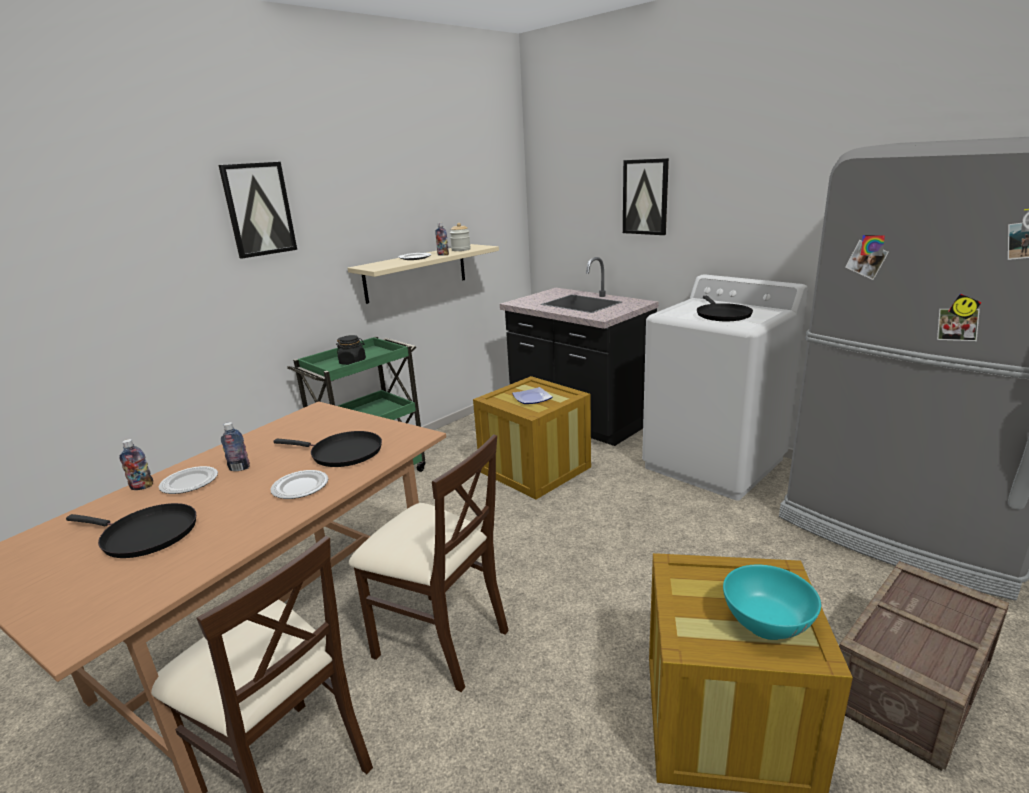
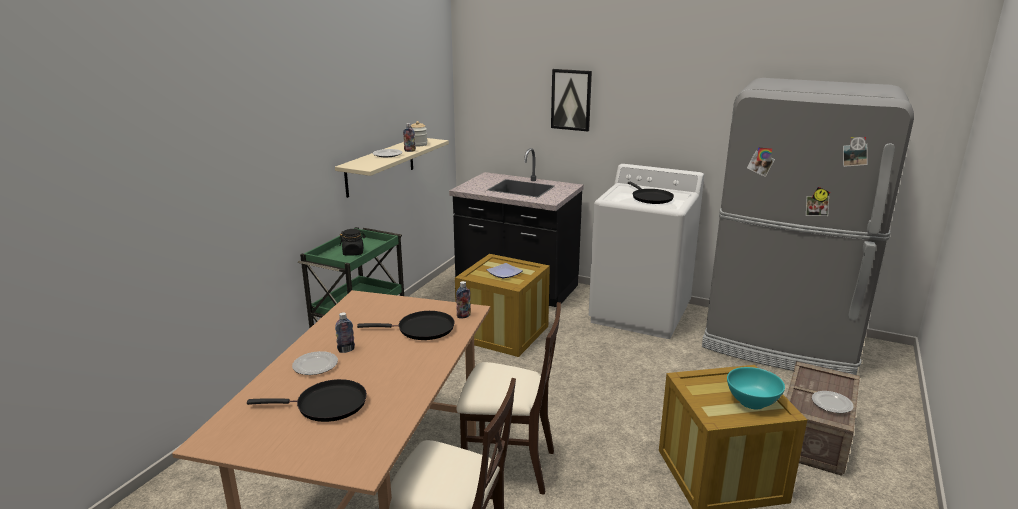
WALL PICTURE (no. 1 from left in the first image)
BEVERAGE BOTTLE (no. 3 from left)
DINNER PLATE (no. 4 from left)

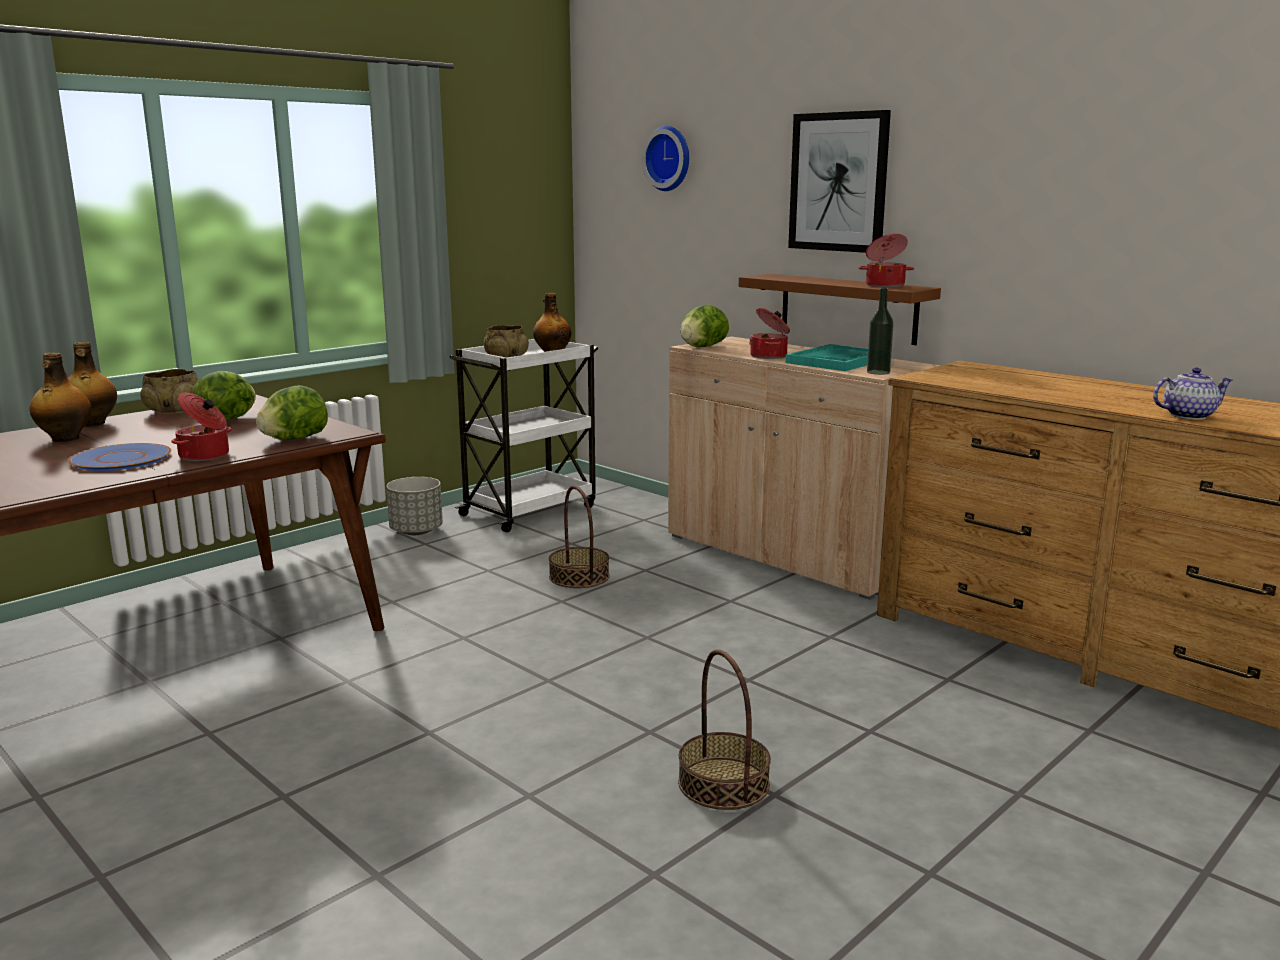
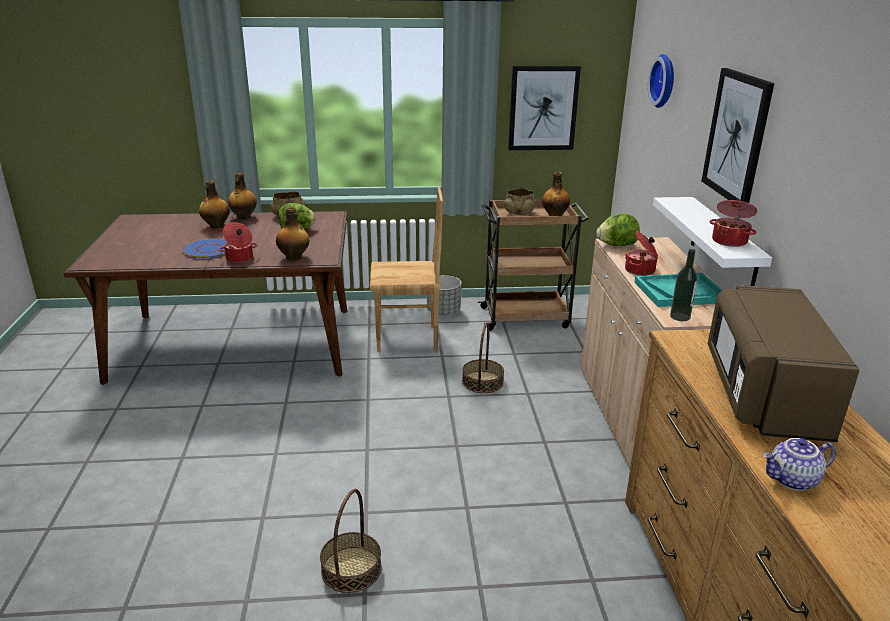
WHITISH WALL SHELF
BROWNISH TROLLEY
TEA POT
BEVERAGE BOTTLE (no. 3 from left)
WALL PICTURE (no. 1 from left)
BROWNISH CHAIR
BROWNISH MICROWAVE

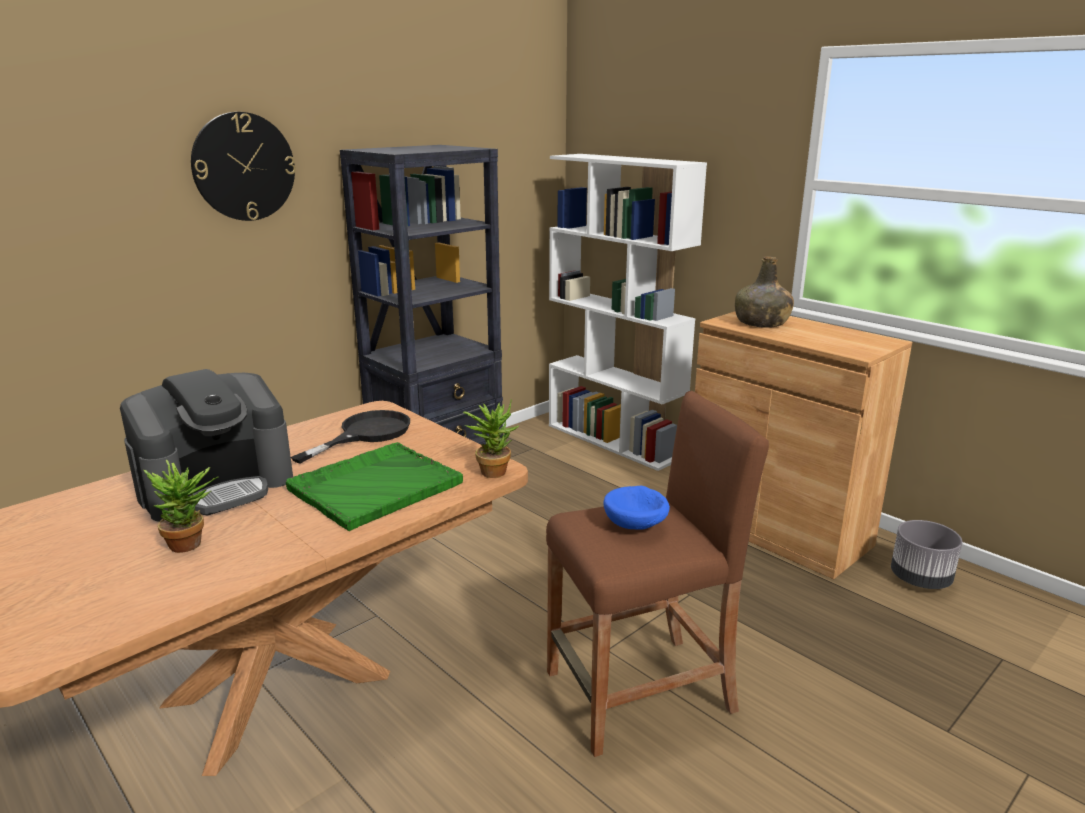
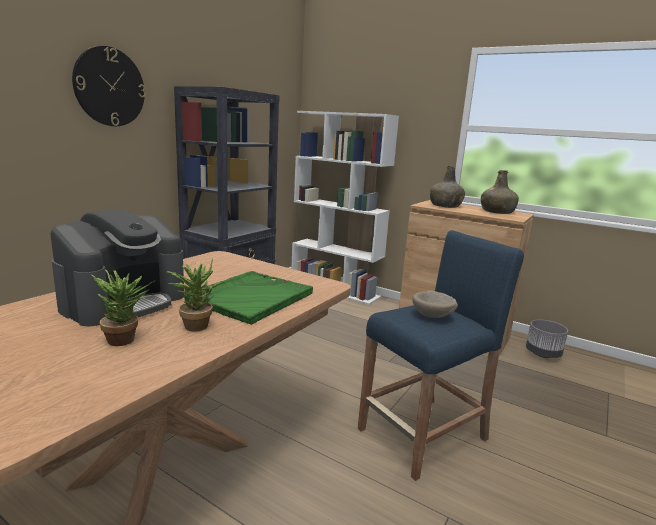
BLUE SITTING STOOL
HOUSEPLANT (no. 2 from left)
BLACKISH FRYING PAN
BEIGE SERVING BOWL
GREENISH BEVERAGE BOTTLE (no. 2 from left)

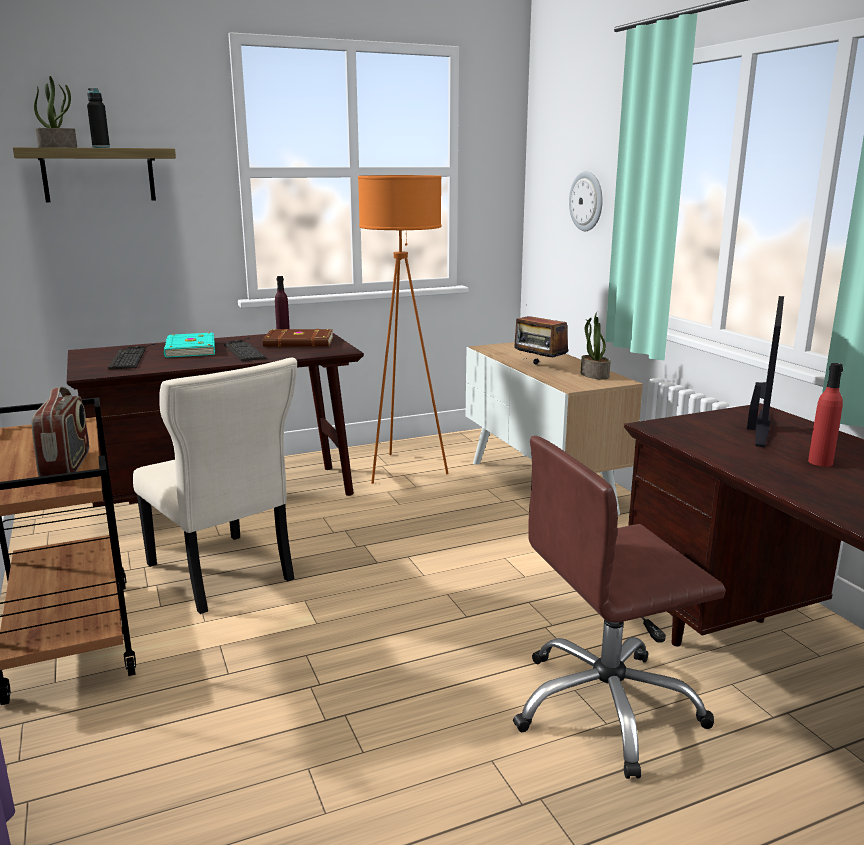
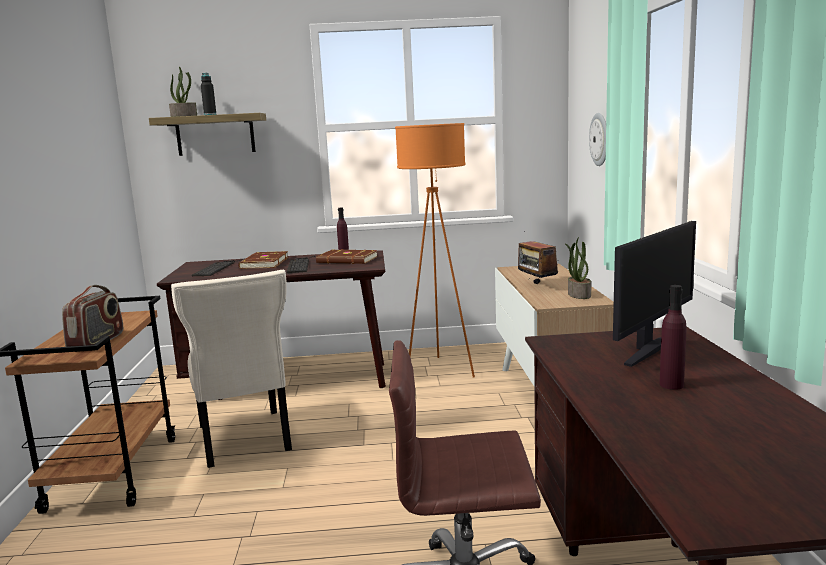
BROWNISH BOOK (no. 1 from left)
PURPLE BEVERAGE BOTTLE (no. 2 from left)

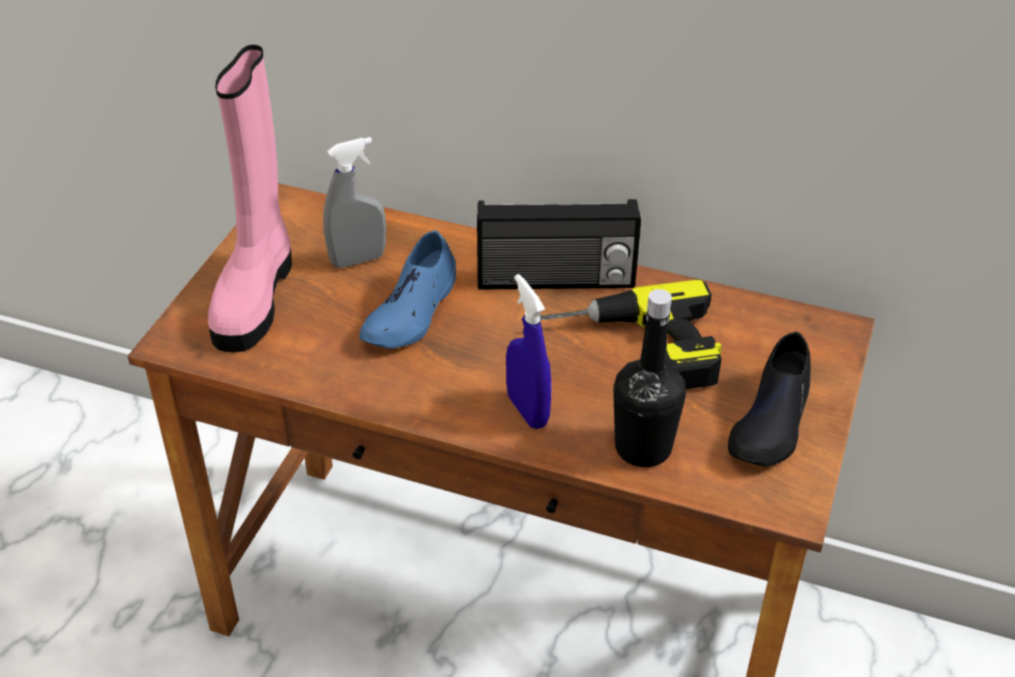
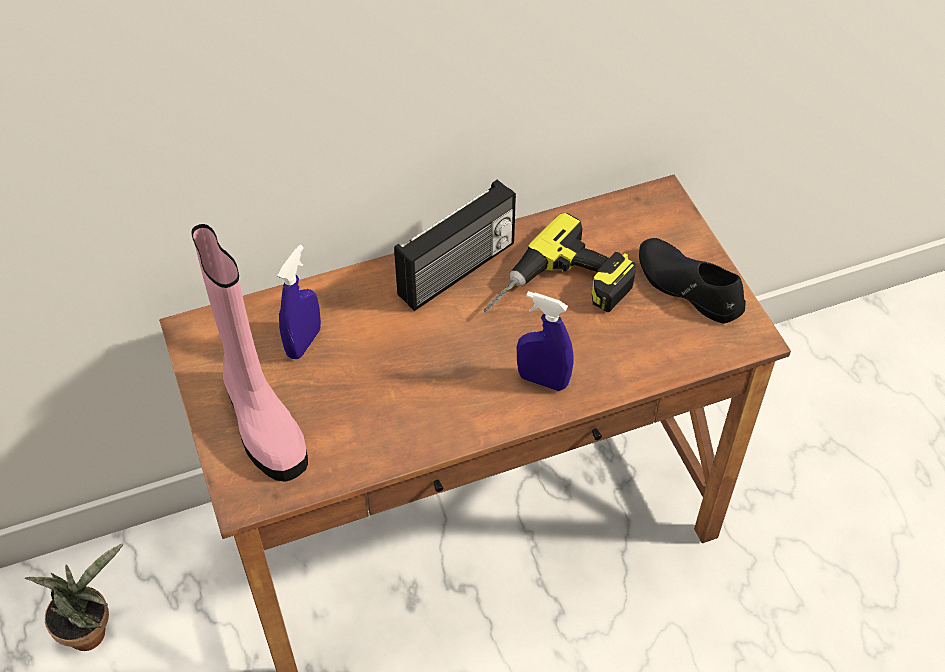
BLUE SPRAY BOTTLE (no. 1 from left)
BLUE SHOE
BLACKISH BEVERAGE BOTTLE
BLACKISH SHOE
HOUSEPLANT

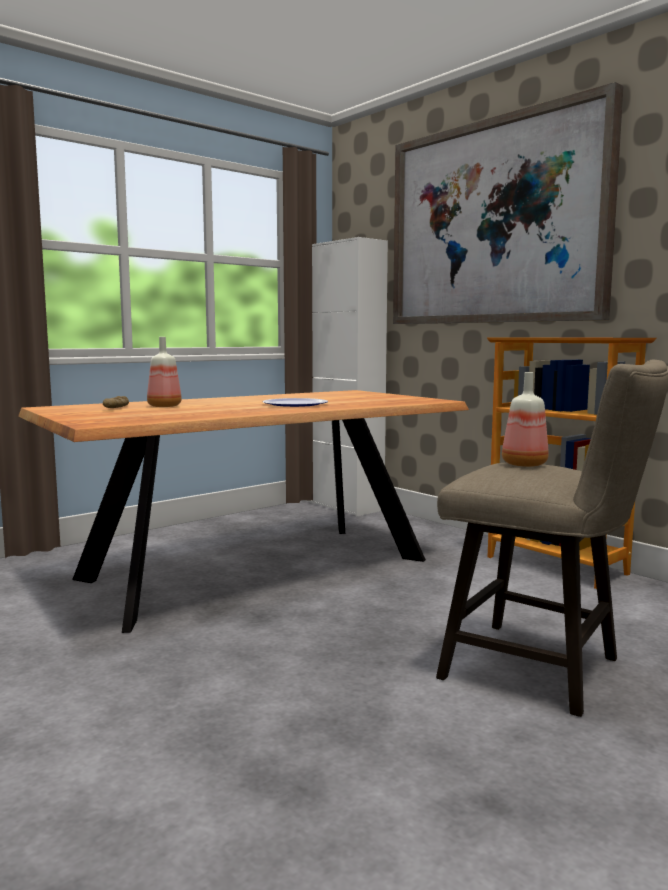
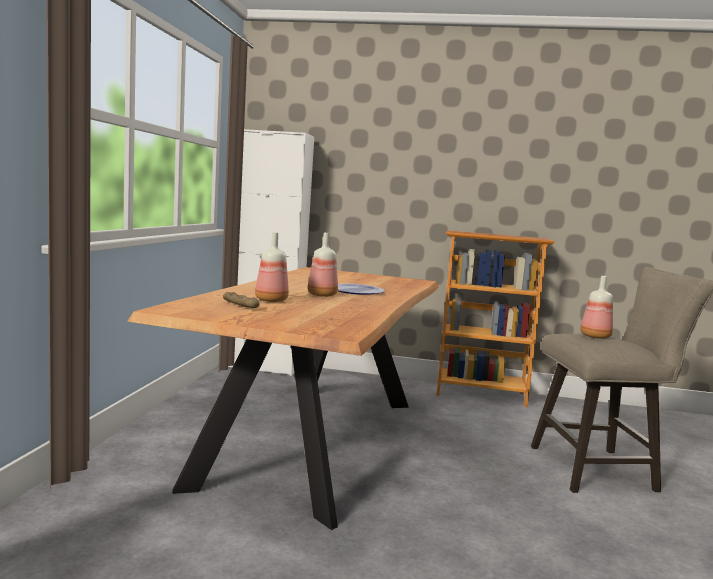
WALL PICTURE
BEVERAGE BOTTLE (no. 2 from left)

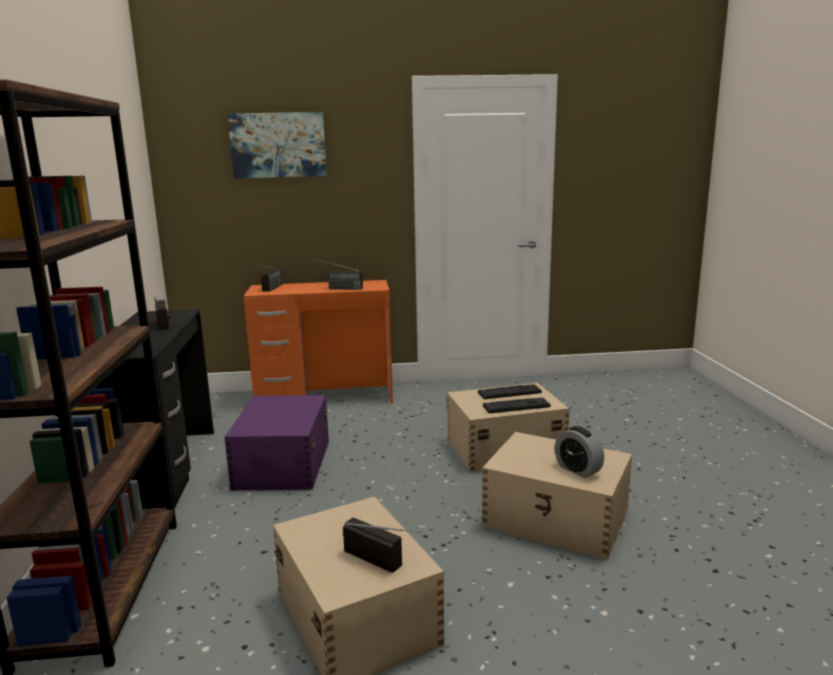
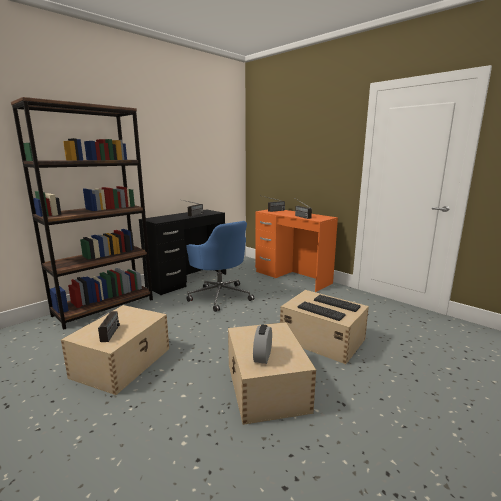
WALL PICTURE
BLUE DESK CHAIR

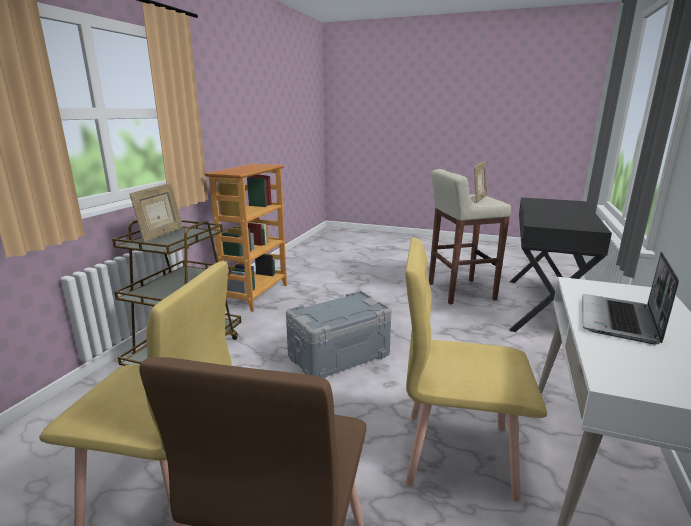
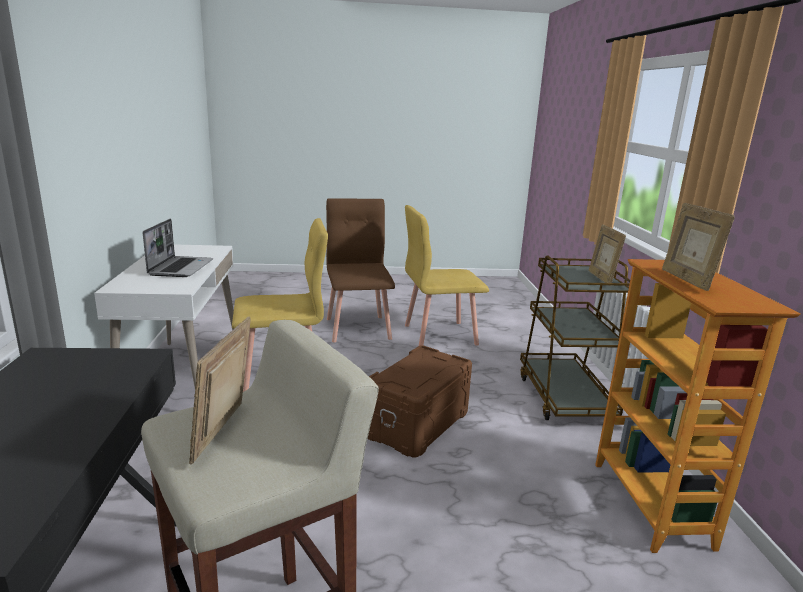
BROWNISH STORAGE BOX
PICTURE FRAME (no. 3 from left)

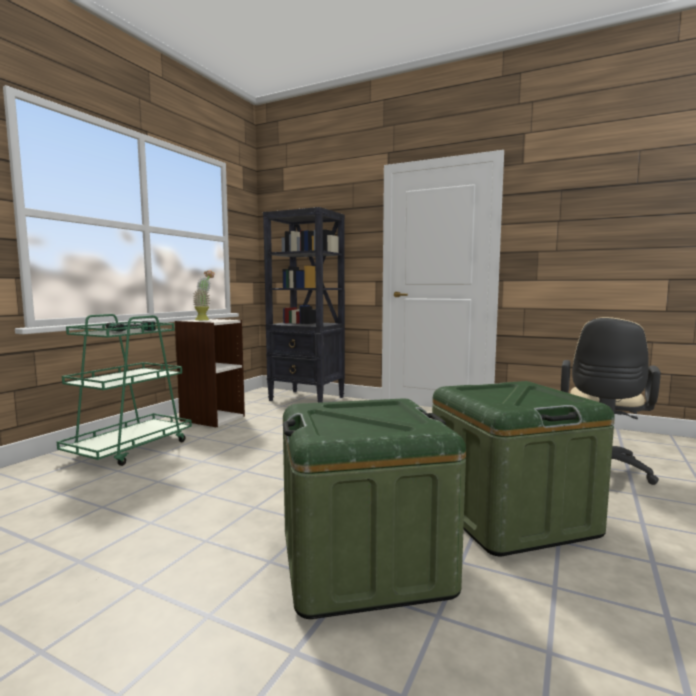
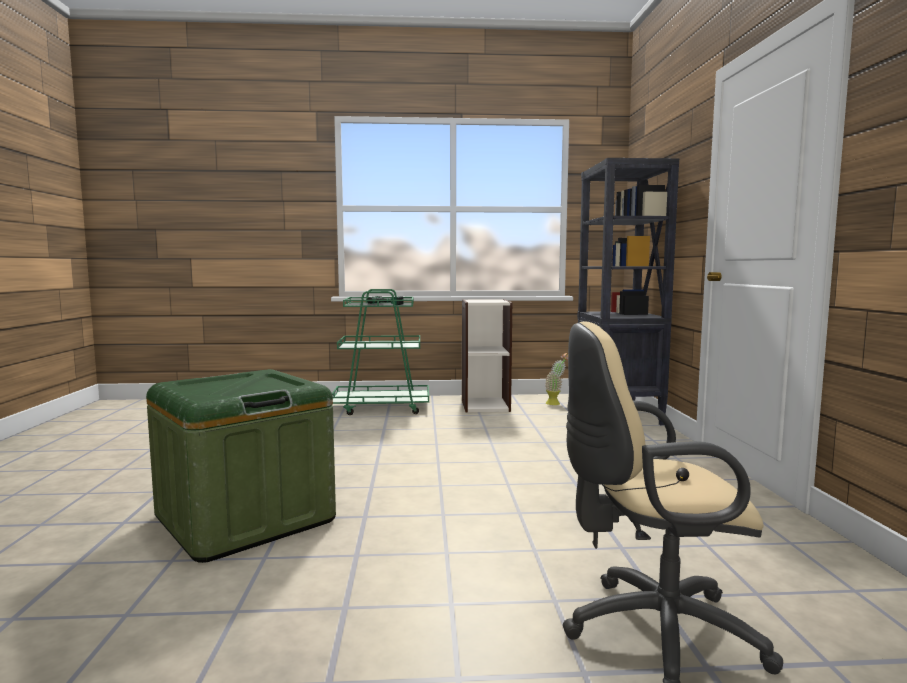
HOUSEPLANT
GREENISH STORAGE BOX (no. 2 from left in the first image)

